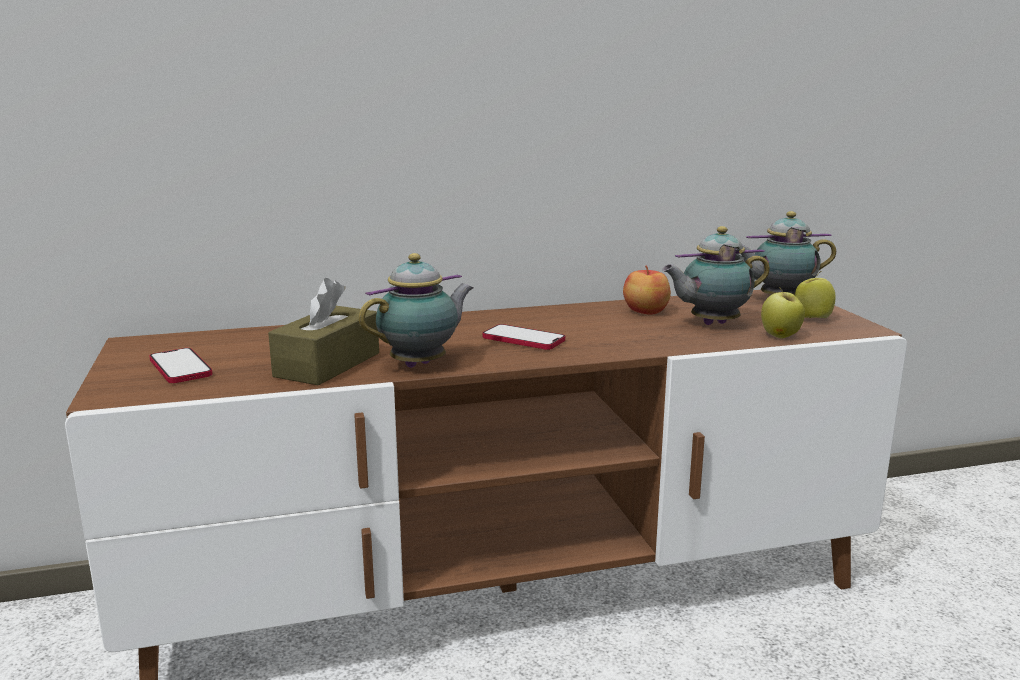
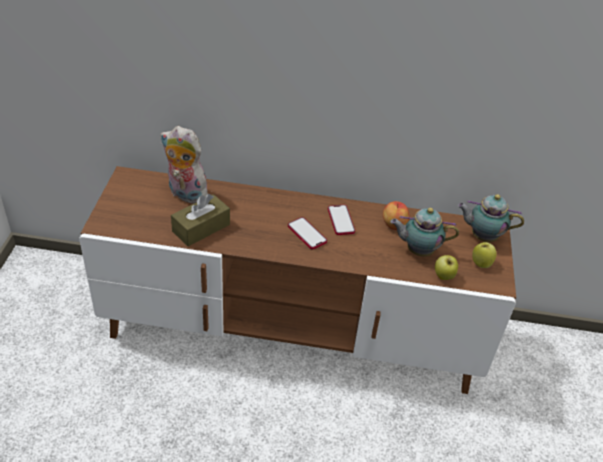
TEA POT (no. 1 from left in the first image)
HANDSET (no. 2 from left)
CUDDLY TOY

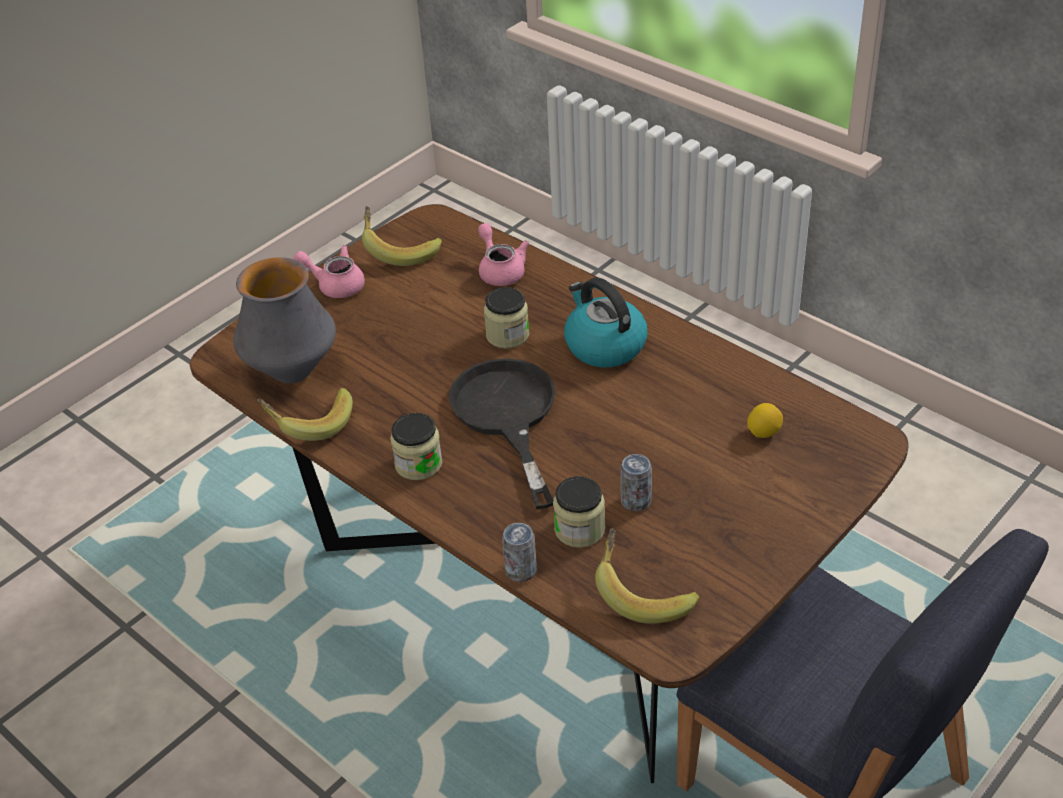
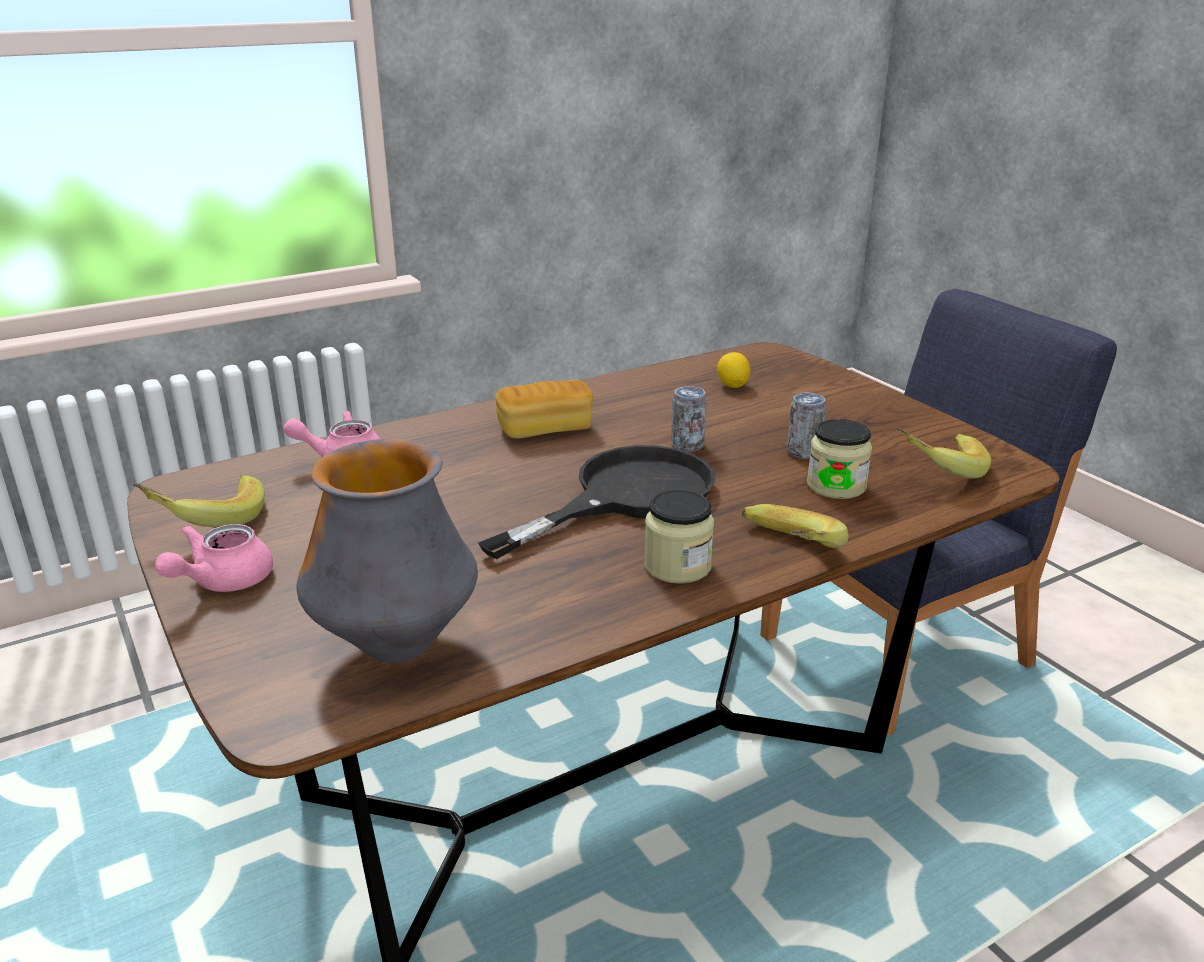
BAKED BREAD
JAR (no. 2 from left in the first image)
BLACKISH FRYING PAN
BANANA FRUIT (no. 2 from left)
METAL CAN (no. 1 from left)

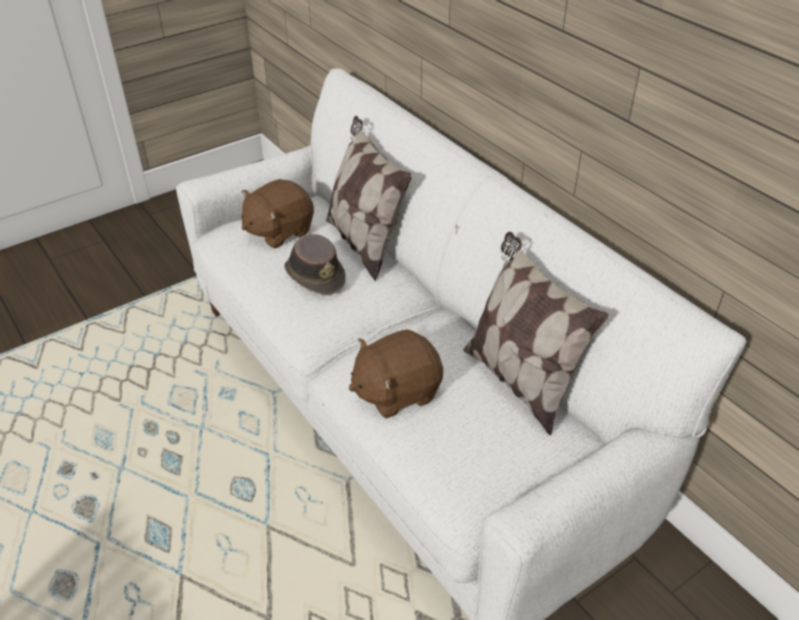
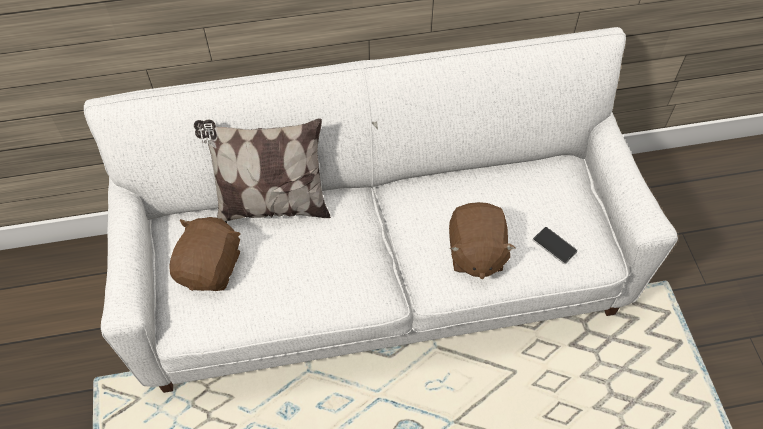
BROWNISH CUDDLY TOY (no. 1 from left)
THROW PILLOW (no. 2 from left in the first image)
BROWNISH HAT
HANDSET

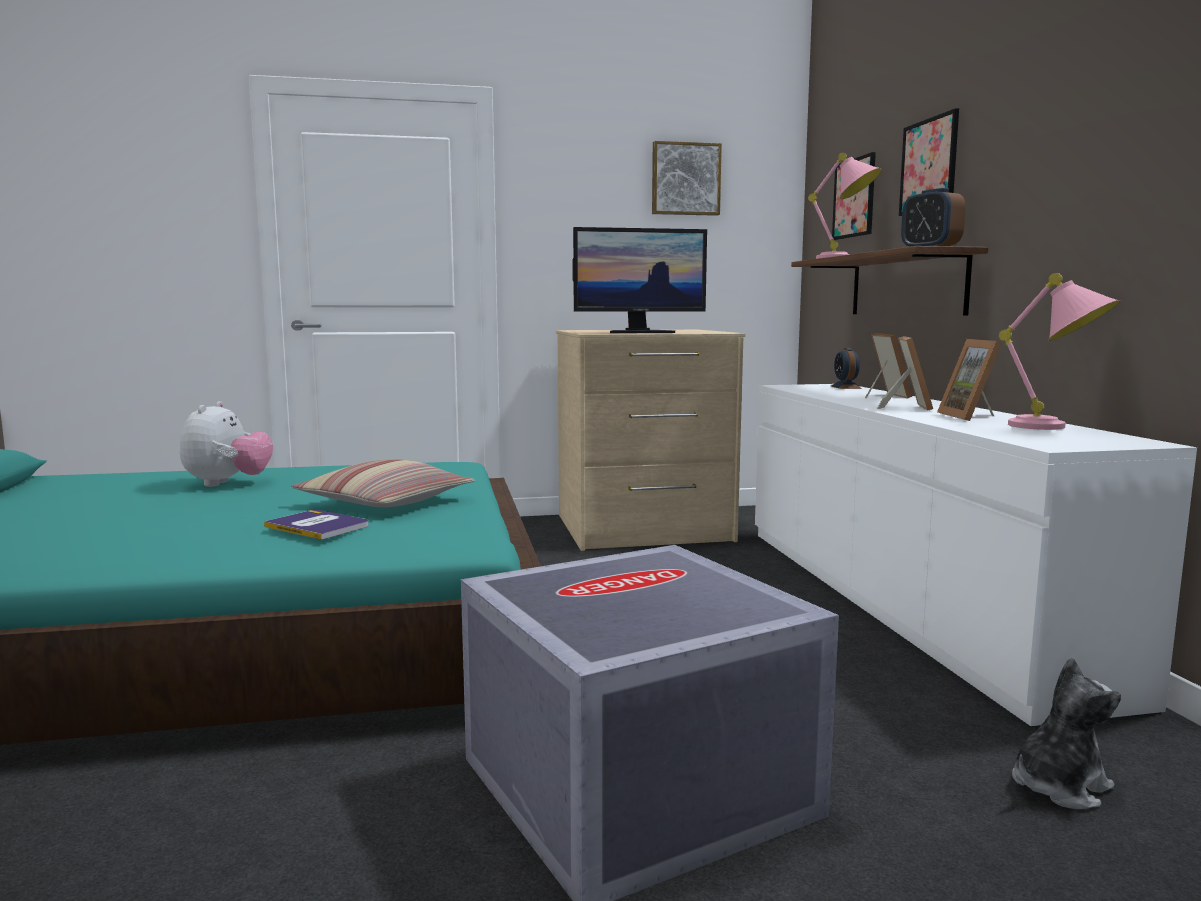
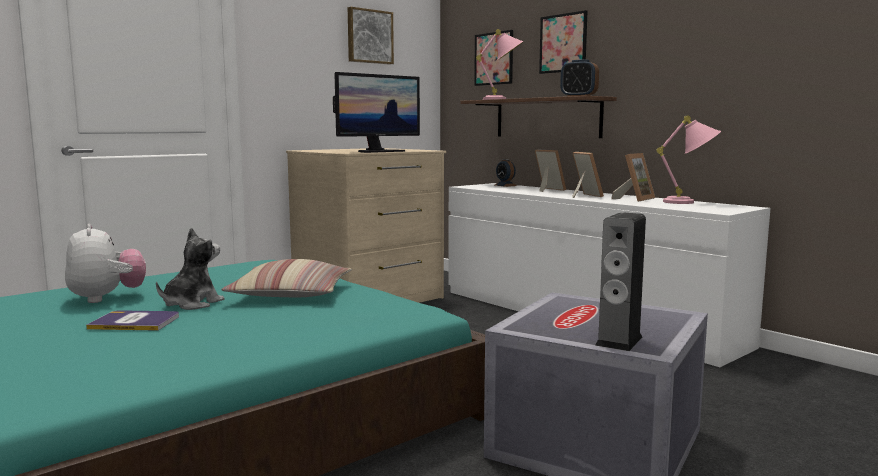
PICTURE FRAME (no. 3 from left)
BOOK
CUDDLY TOY (no. 2 from left)
AUDIO SPEAKER

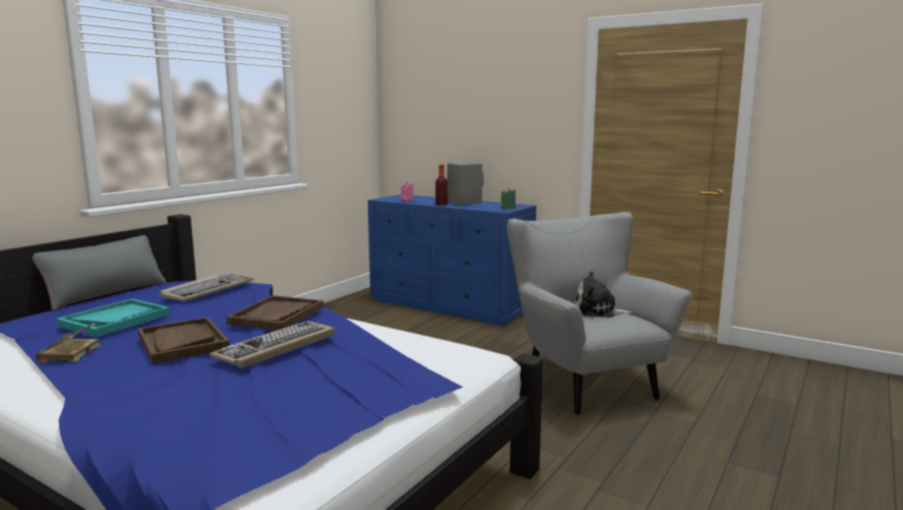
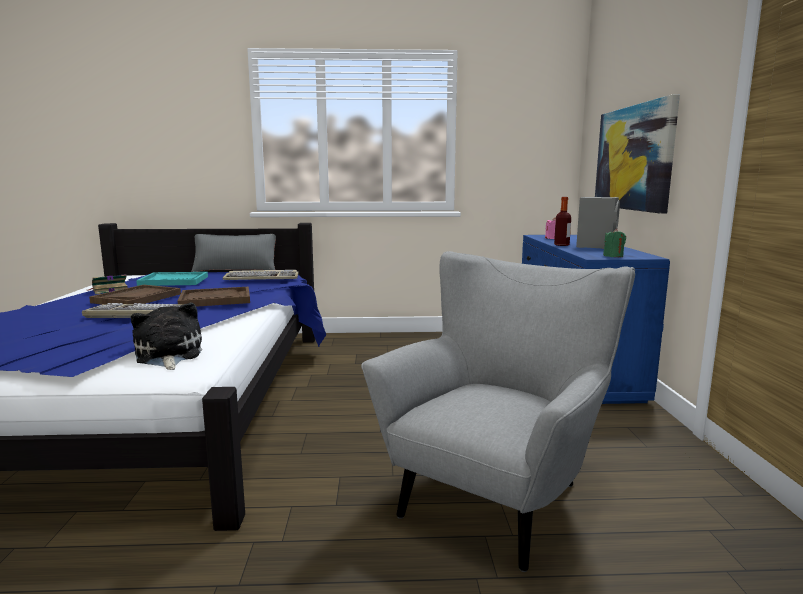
CUDDLY TOY
WALL PICTURE

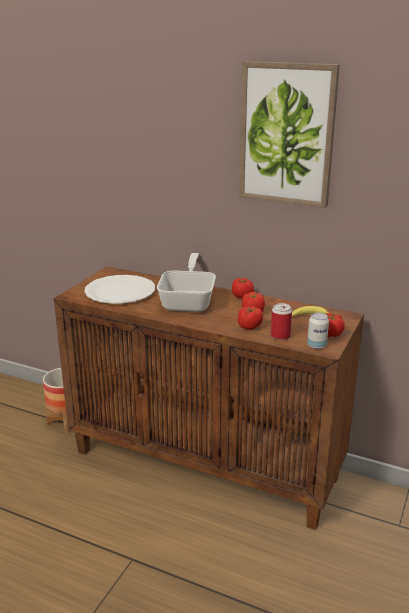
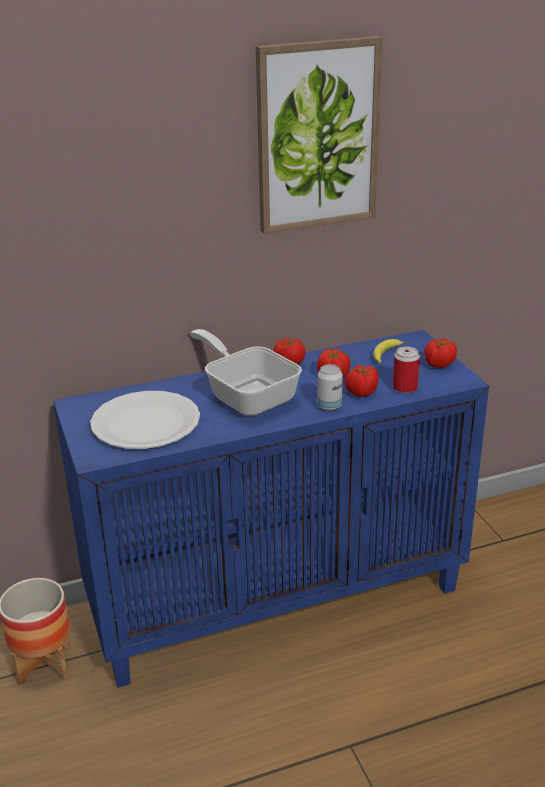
BLUE STORAGE CABINET
METAL CAN (no. 1 from left)

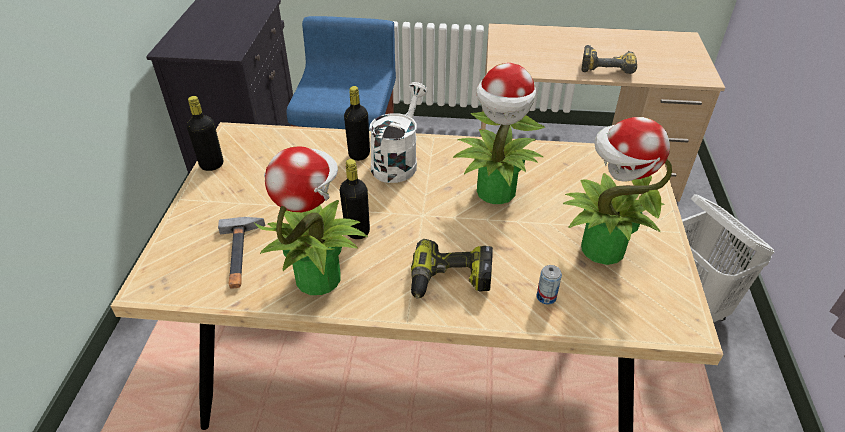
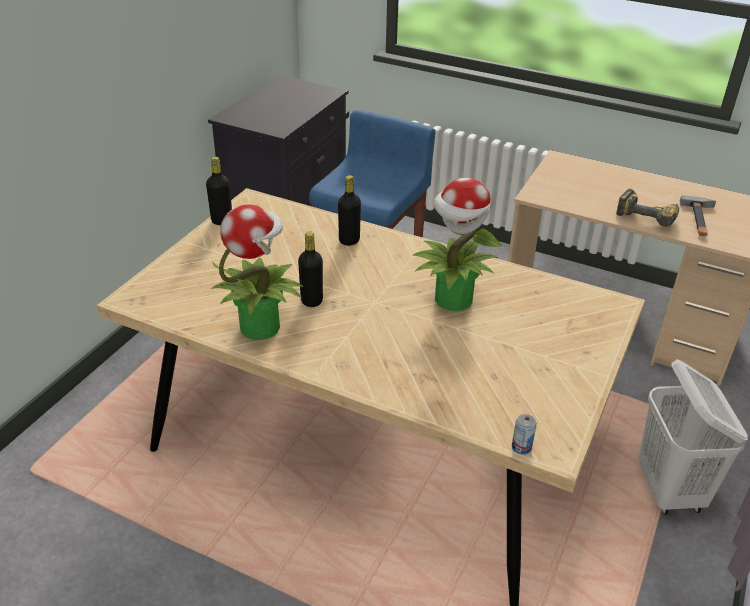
WHITISH WATERING CAN
HOUSEPLANT (no. 3 from left in the first image)
TOOL HAMMER
POWER DRILL (no. 1 from left in the first image)
METAL CAN

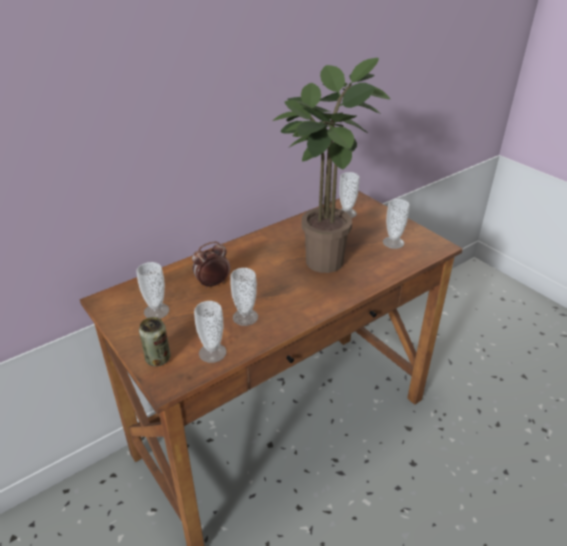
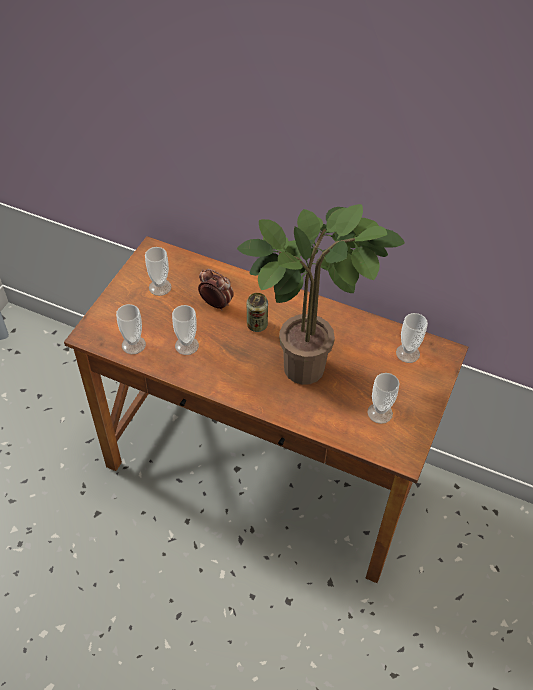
METAL CAN

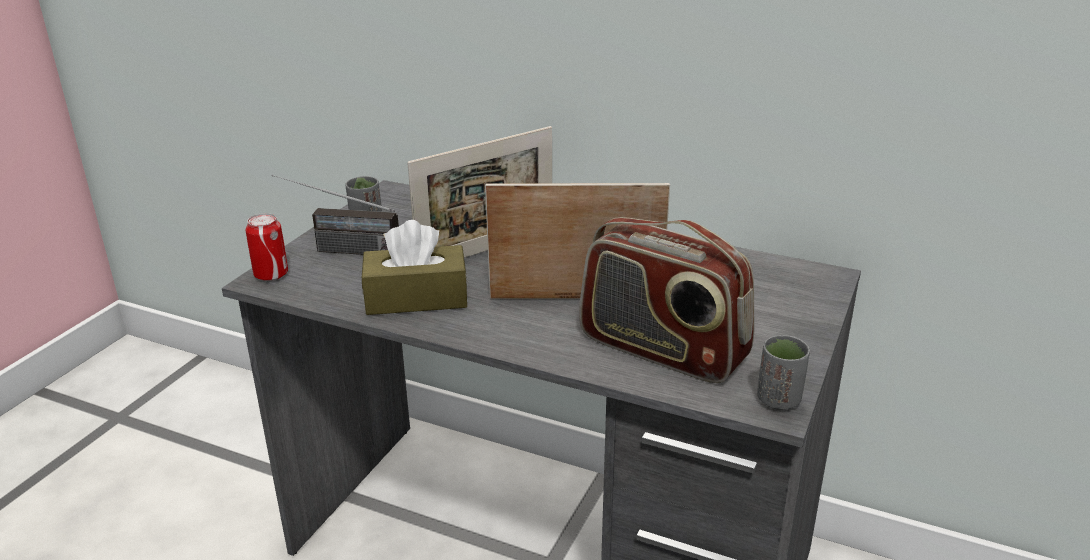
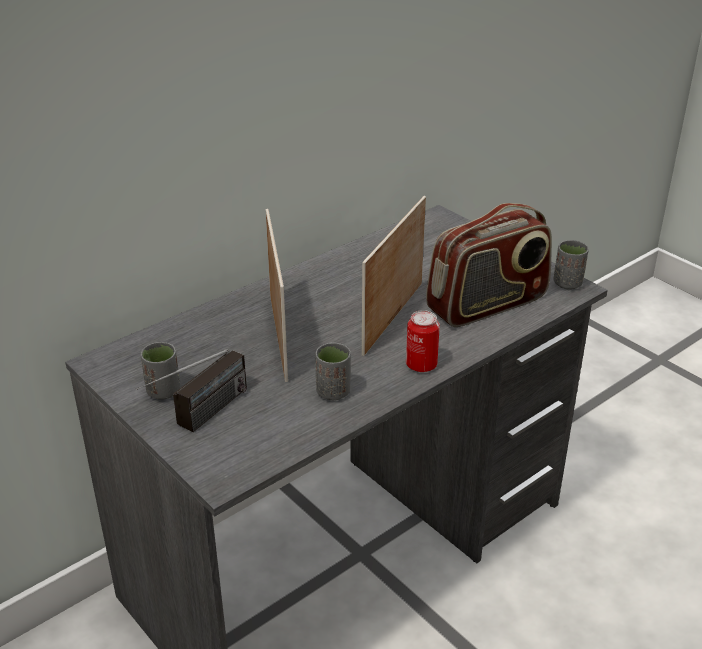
METAL CAN
GRAY DRINKING CUP (no. 2 from left)

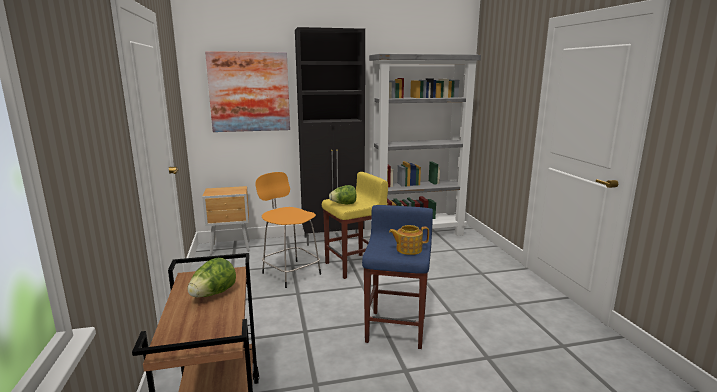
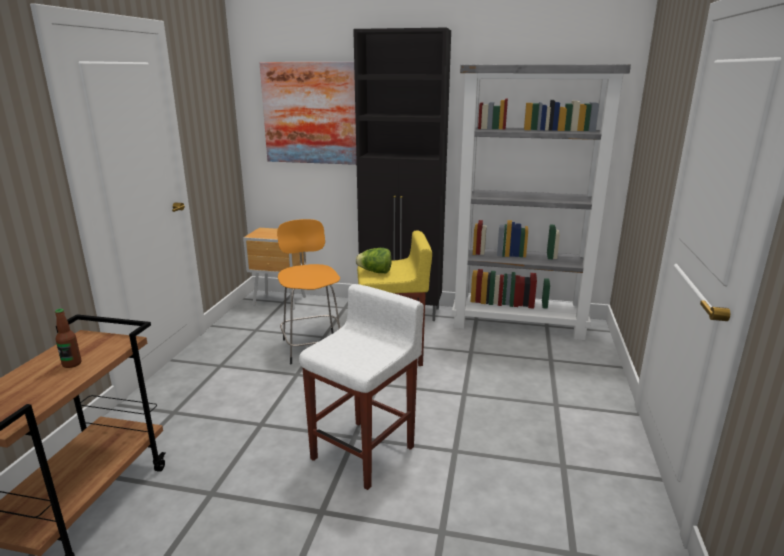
WHITISH SITTING STOOL
TEA POT
BEVERAGE BOTTLE

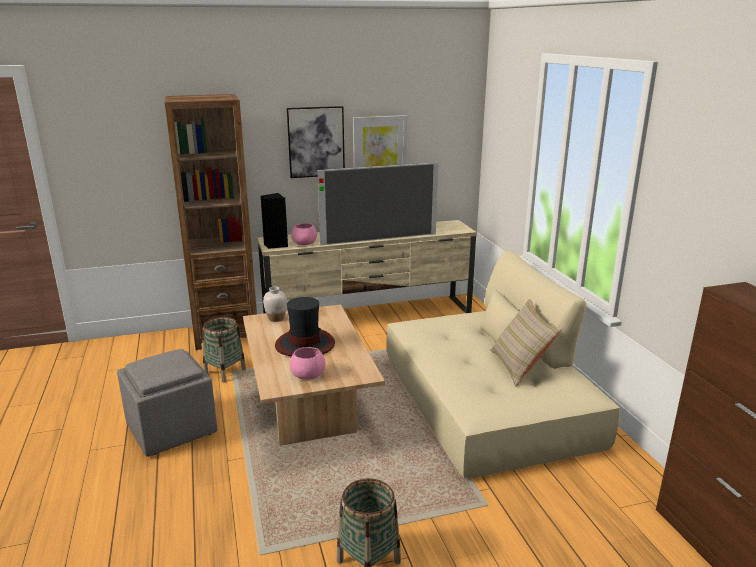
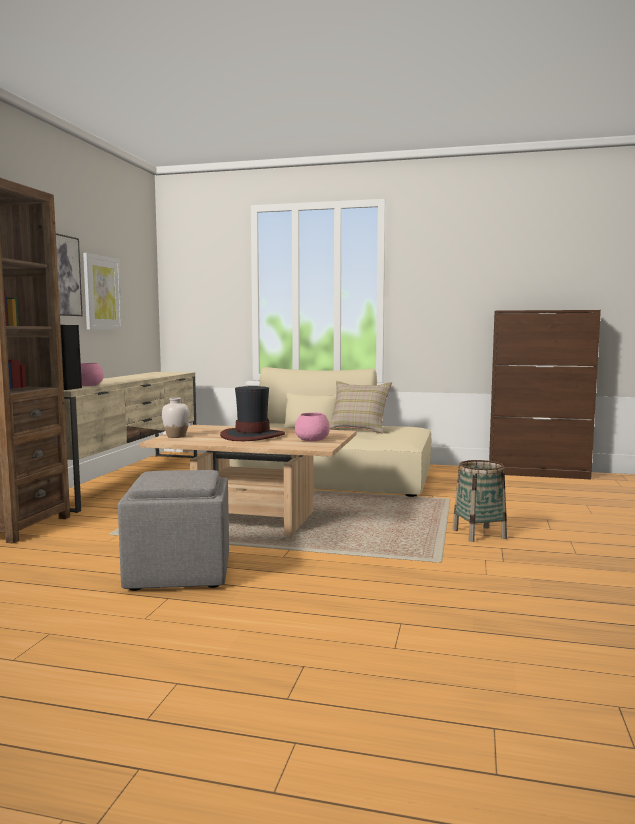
TV SET
HOUSEHOLD BASKET (no. 1 from left in the first image)

